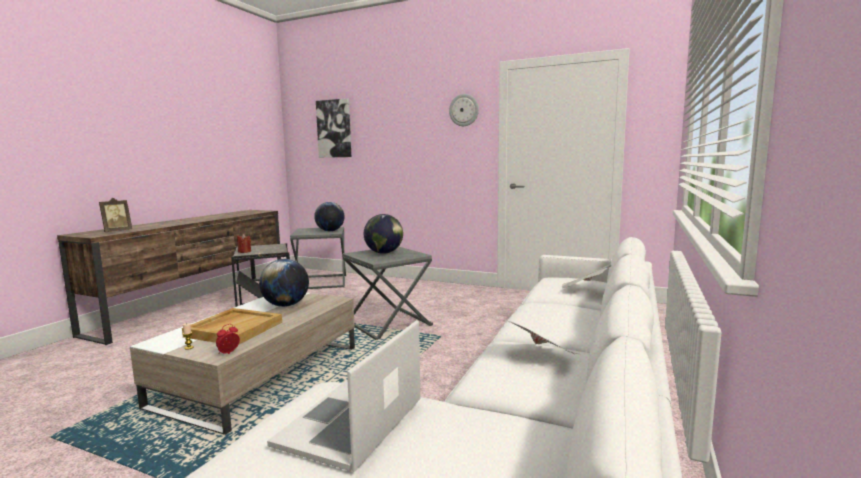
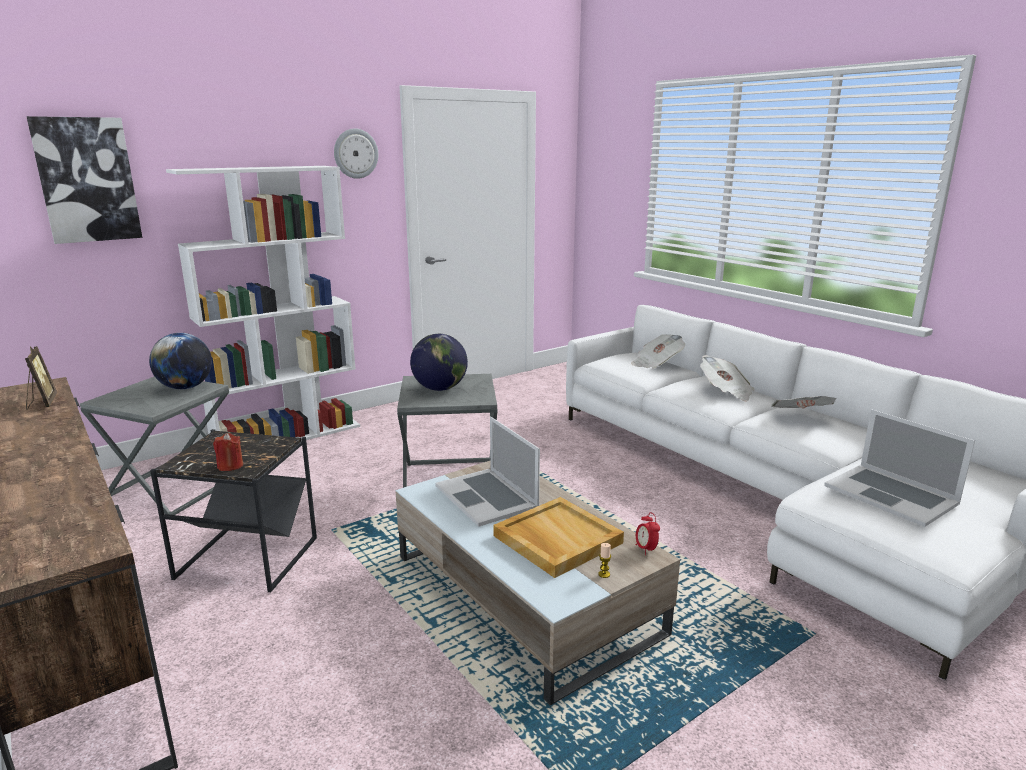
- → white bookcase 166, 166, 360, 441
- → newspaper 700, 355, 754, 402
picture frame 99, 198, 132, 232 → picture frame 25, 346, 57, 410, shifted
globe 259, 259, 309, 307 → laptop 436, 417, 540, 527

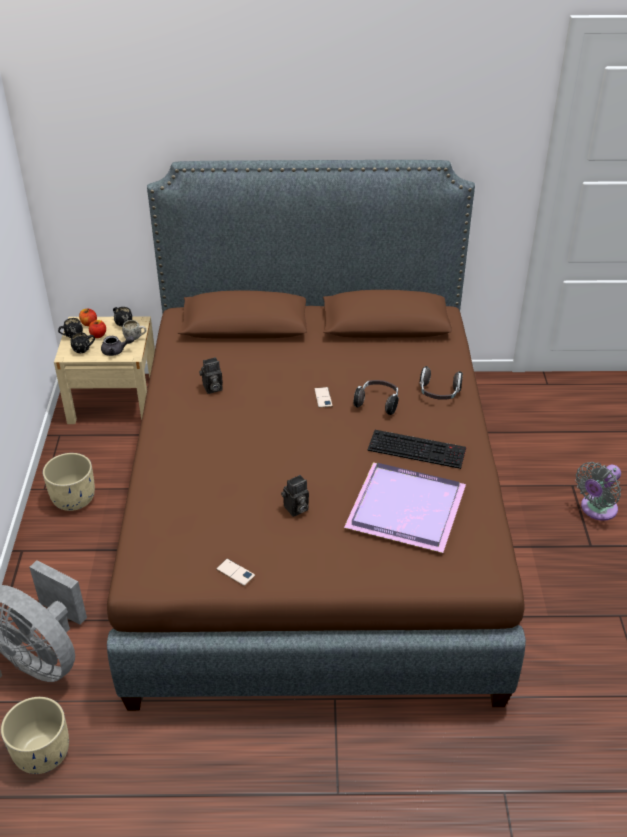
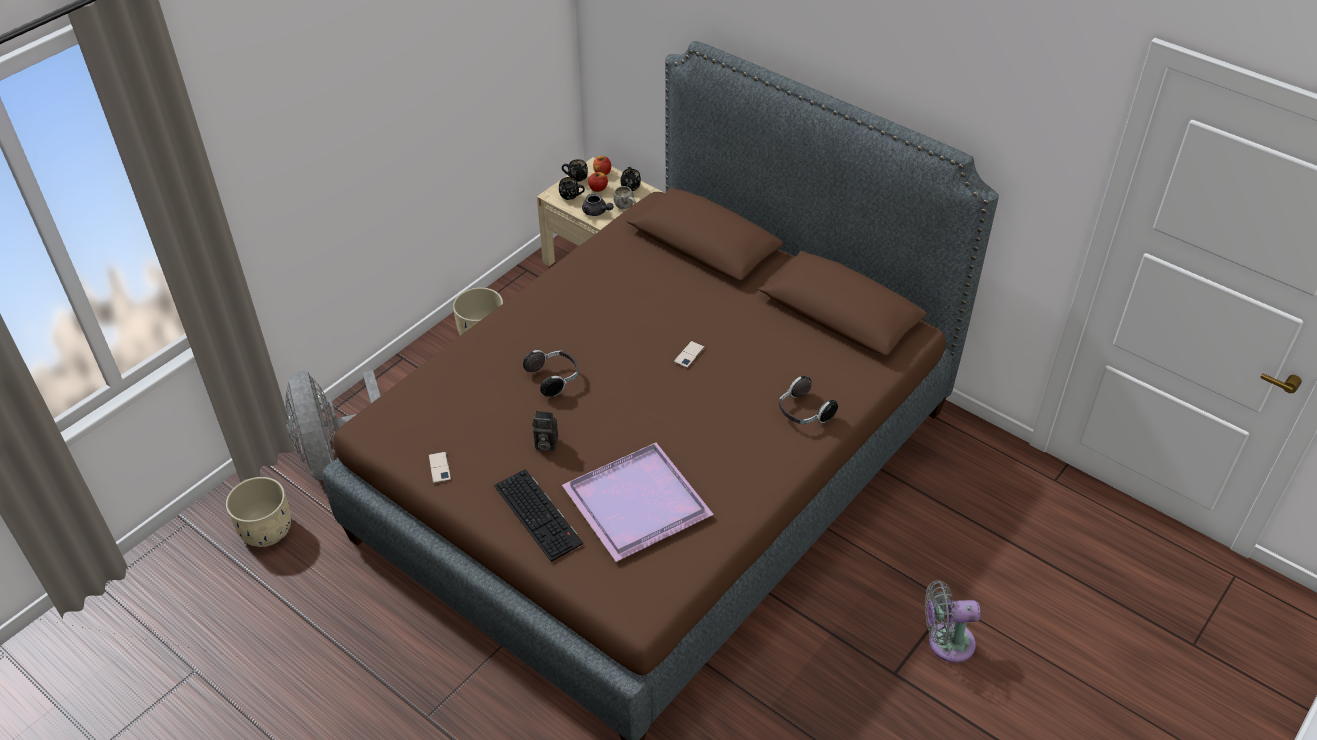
photo camera 199, 357, 223, 394 → -
headphones 354, 380, 399, 415 → headphones 523, 350, 578, 397, shifted
keyboard 368, 430, 466, 469 → keyboard 494, 469, 583, 562, shifted

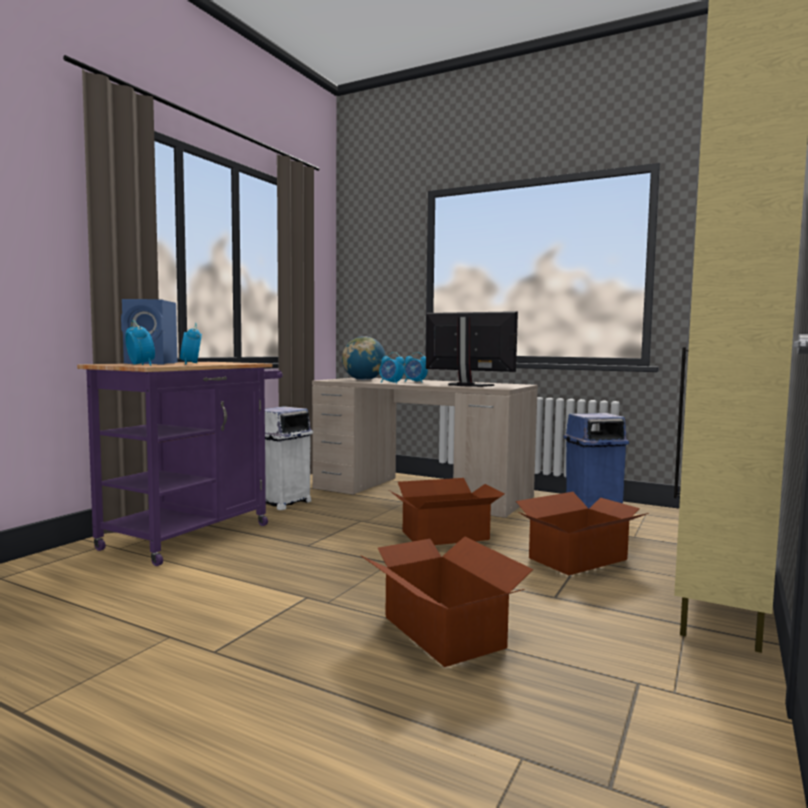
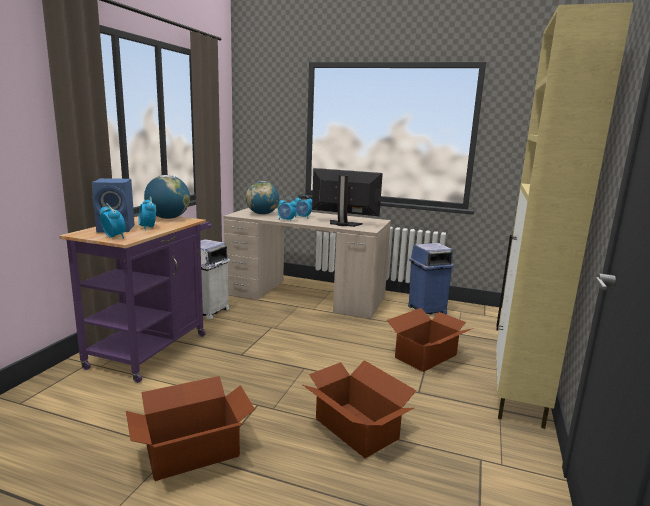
- → globe 144, 175, 190, 219
cardboard box 389, 478, 504, 545 → cardboard box 126, 376, 255, 481, shifted

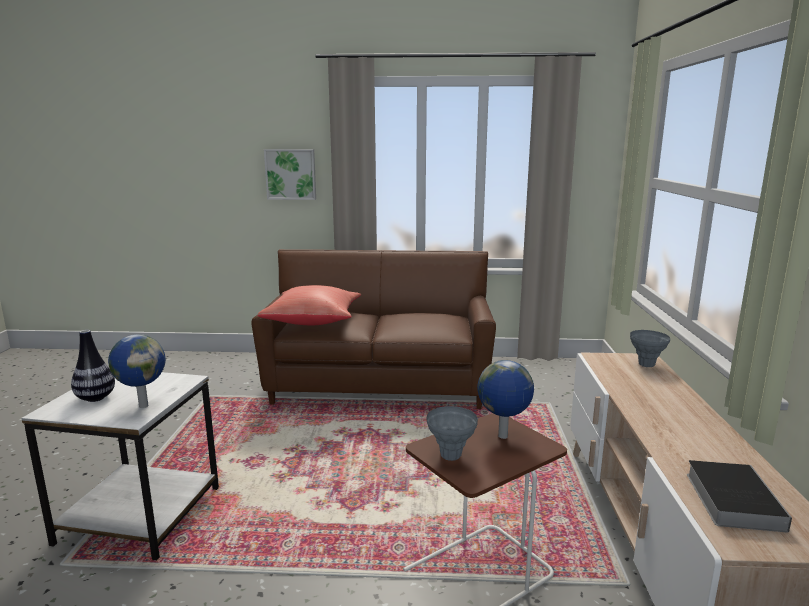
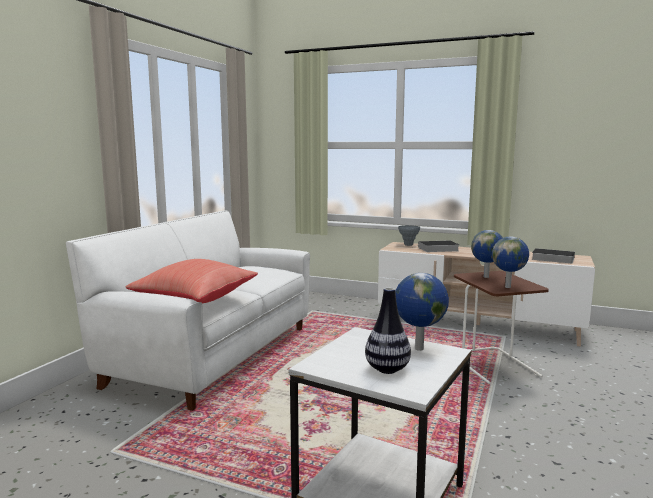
picture 264, 149, 316, 200 → -
- → book 418, 240, 459, 252
grey vase 427, 406, 478, 461 → globe 492, 236, 529, 288
brown sofa 251, 249, 496, 409 → white sofa 66, 210, 310, 411

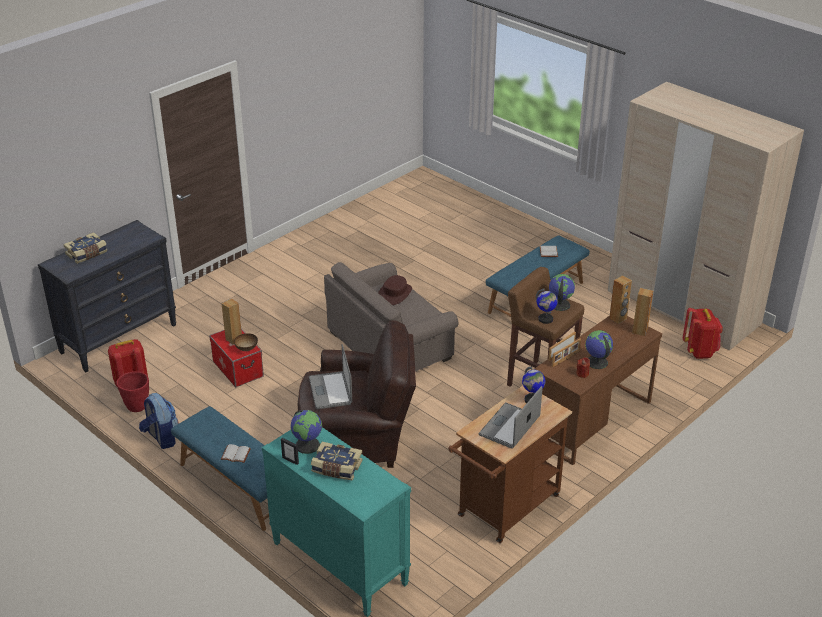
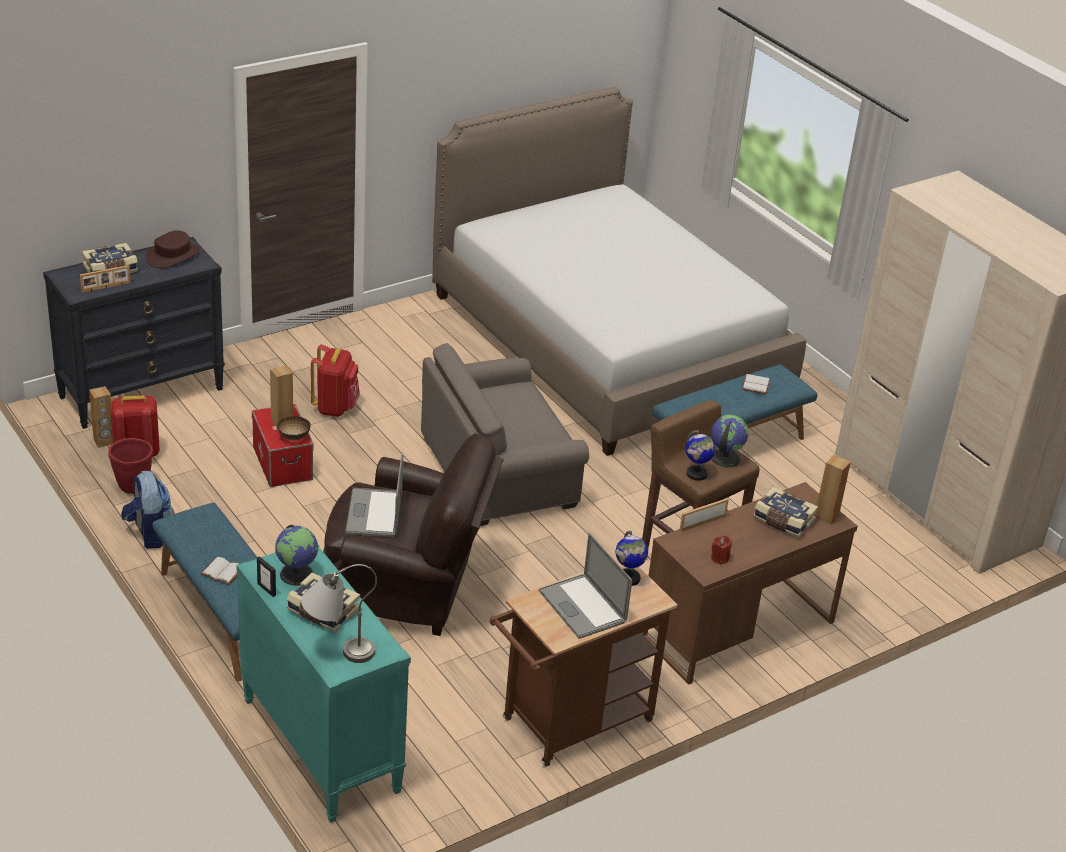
globe 585, 330, 613, 369 → -
- → grey table lamp 301, 564, 377, 663
- → bed 432, 87, 806, 456
- → book 753, 487, 818, 538
brown hat 378, 275, 412, 305 → brown hat 145, 230, 200, 268, shifted
picture frame 552, 338, 581, 367 → picture frame 80, 265, 131, 293, shifted
brown speaker 609, 275, 632, 324 → brown speaker 89, 386, 113, 448, shifted
red backpack 683, 308, 723, 359 → red backpack 311, 344, 360, 417, shifted
laptop 478, 386, 543, 449 → laptop 539, 533, 632, 639, 75 degrees counterclockwise

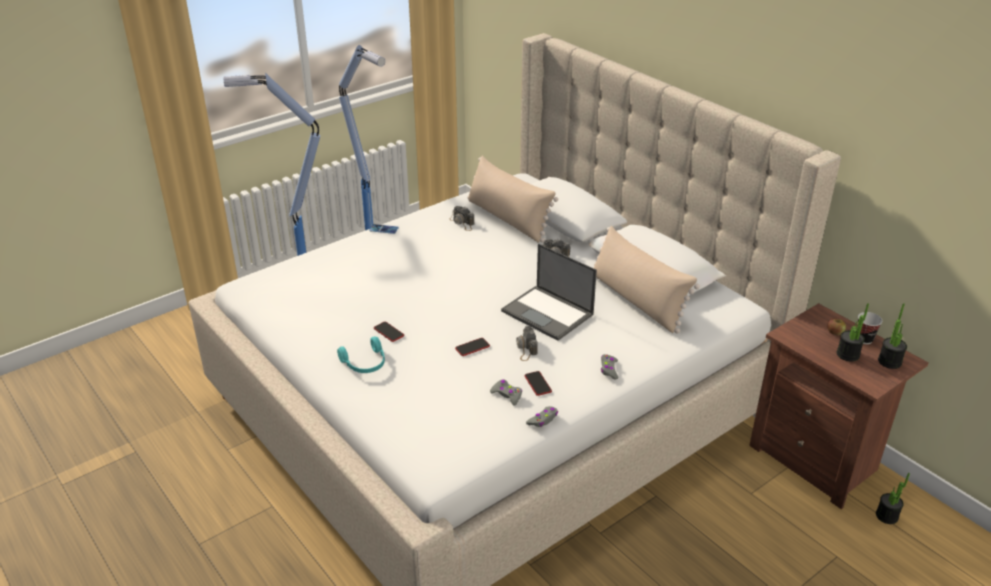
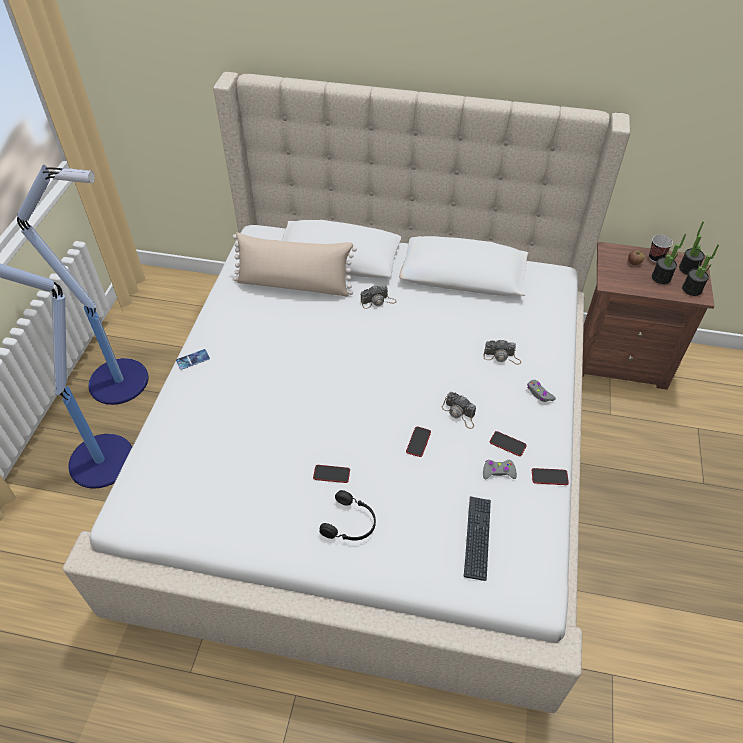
laptop 501, 244, 597, 341 → -
beige pillow 594, 226, 700, 333 → -
- → keyboard 464, 496, 491, 581
photo camera 450, 206, 474, 231 → photo camera 484, 339, 521, 365, shifted
potted plant 876, 473, 910, 524 → potted plant 682, 244, 719, 296, shifted
grey game controller 526, 406, 558, 427 → phone 532, 468, 569, 485
turquoise headphones 337, 337, 385, 373 → black headphones 320, 490, 376, 540

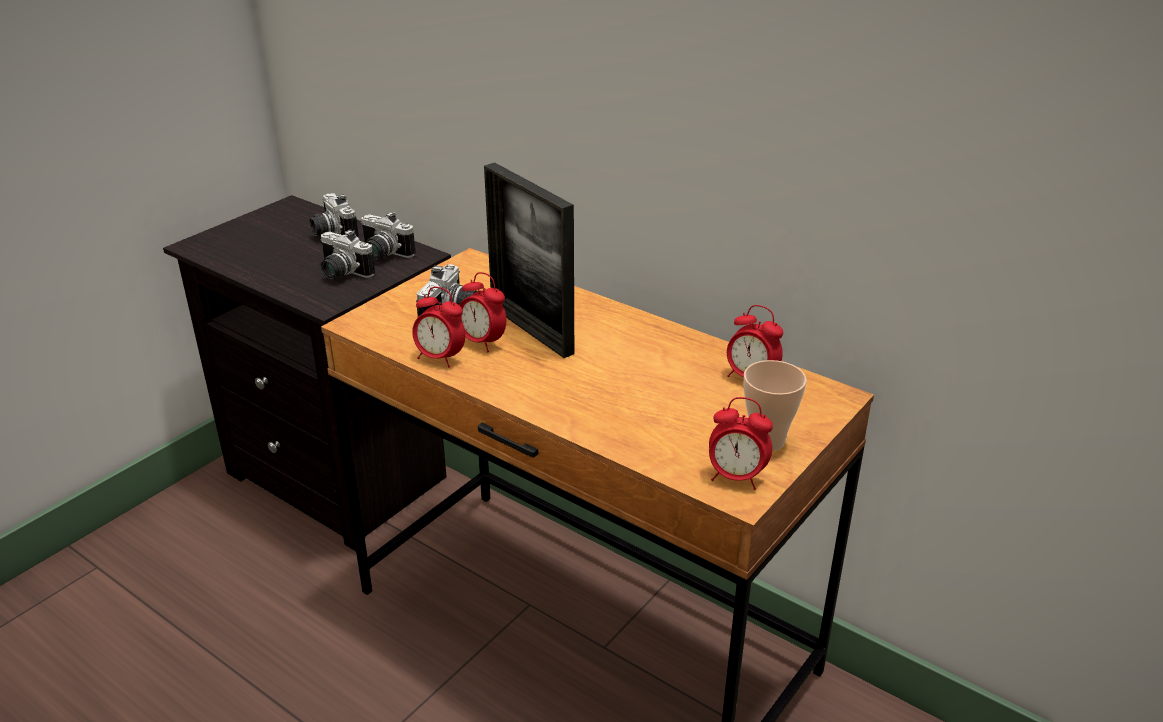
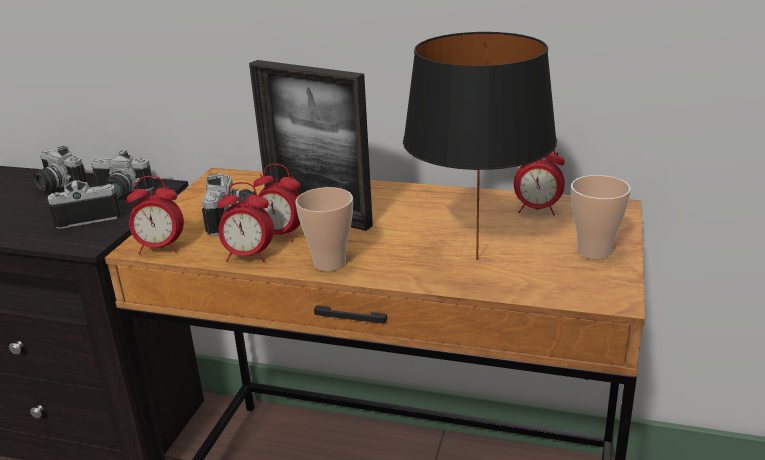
- → cup 296, 187, 353, 271
- → black table lamp 403, 32, 557, 260
alarm clock 709, 397, 773, 490 → alarm clock 127, 176, 184, 254, shifted
photo camera 320, 229, 375, 279 → photo camera 48, 180, 121, 229, 150 degrees clockwise

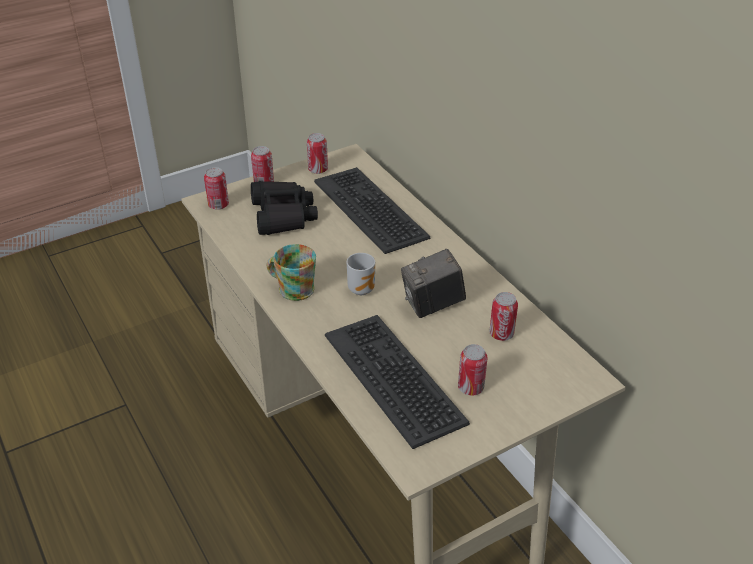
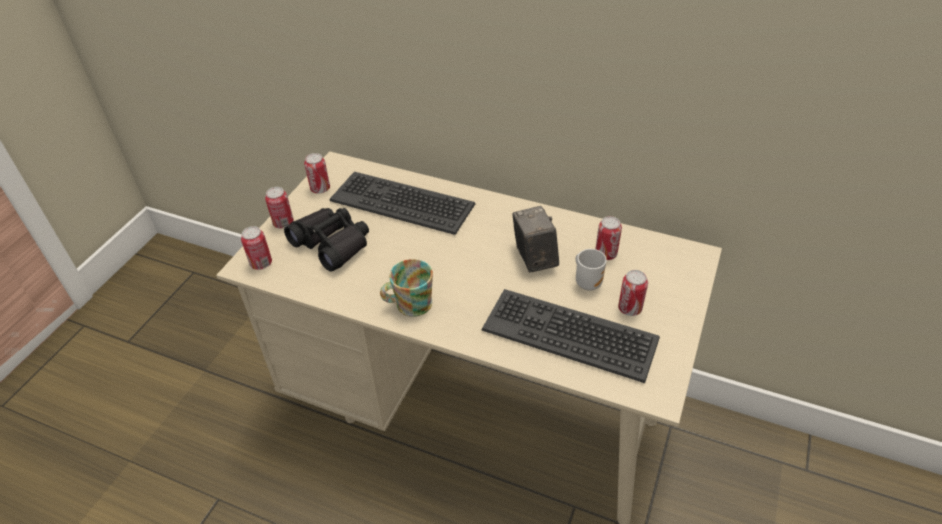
mug 347, 253, 375, 295 → mug 575, 249, 607, 291, shifted
photo camera 401, 249, 466, 318 → photo camera 512, 206, 559, 272, 135 degrees clockwise

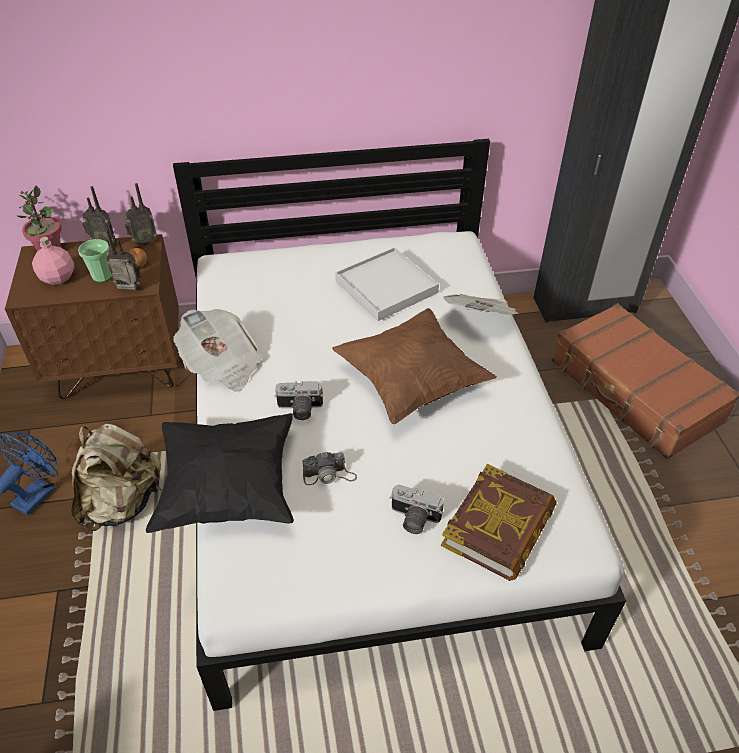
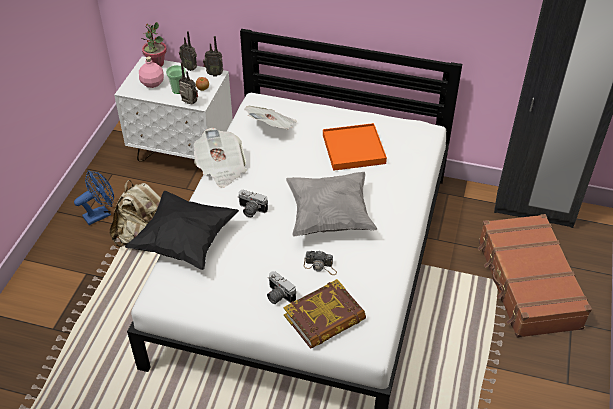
photo camera 303, 452, 357, 485 → photo camera 304, 251, 337, 275, shifted
newspaper 443, 294, 519, 315 → newspaper 244, 106, 297, 130, shifted
brown nightstand 5, 234, 179, 399 → white nightstand 114, 56, 233, 162
brown pillow 332, 308, 497, 424 → grey pillow 286, 172, 377, 236
white tray 335, 247, 439, 321 → orange tray 323, 123, 387, 171

